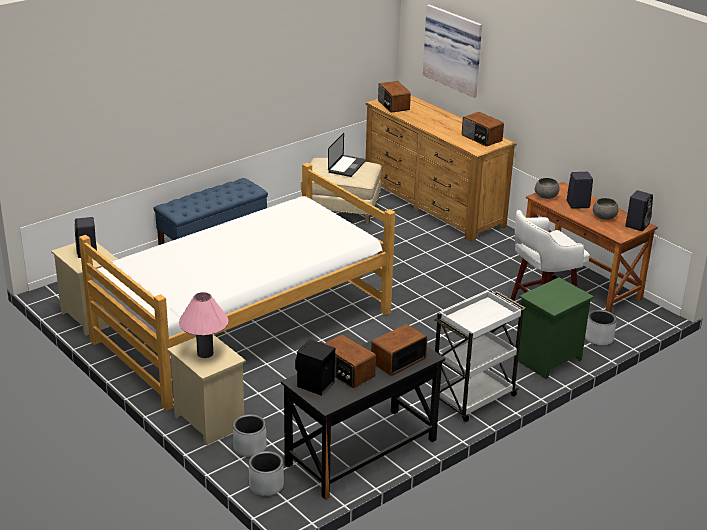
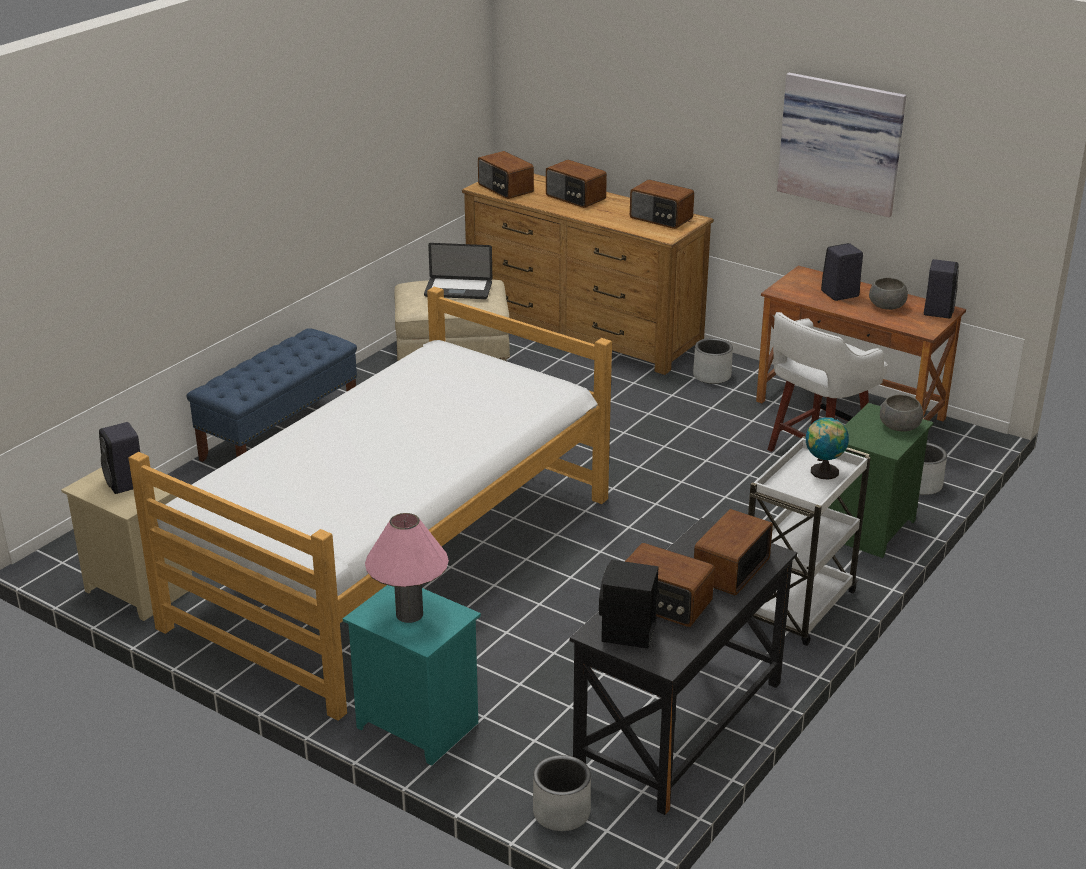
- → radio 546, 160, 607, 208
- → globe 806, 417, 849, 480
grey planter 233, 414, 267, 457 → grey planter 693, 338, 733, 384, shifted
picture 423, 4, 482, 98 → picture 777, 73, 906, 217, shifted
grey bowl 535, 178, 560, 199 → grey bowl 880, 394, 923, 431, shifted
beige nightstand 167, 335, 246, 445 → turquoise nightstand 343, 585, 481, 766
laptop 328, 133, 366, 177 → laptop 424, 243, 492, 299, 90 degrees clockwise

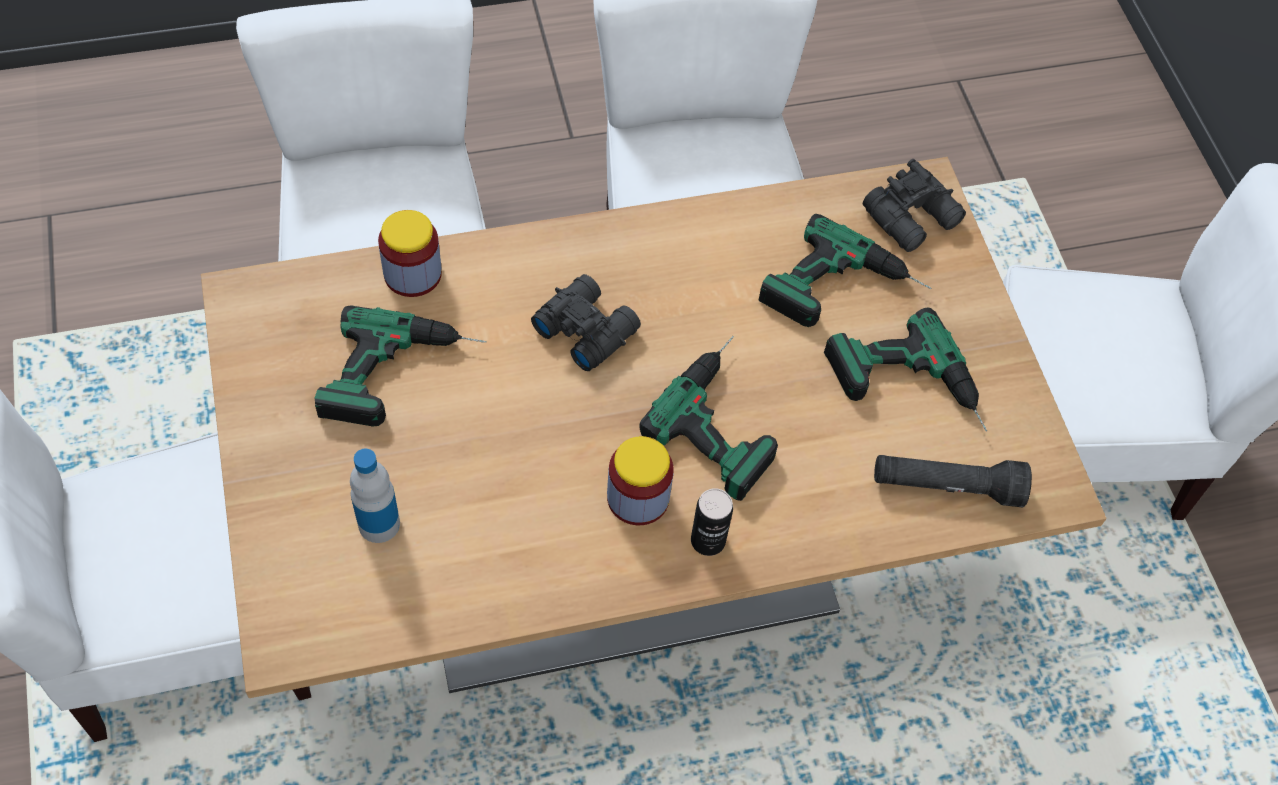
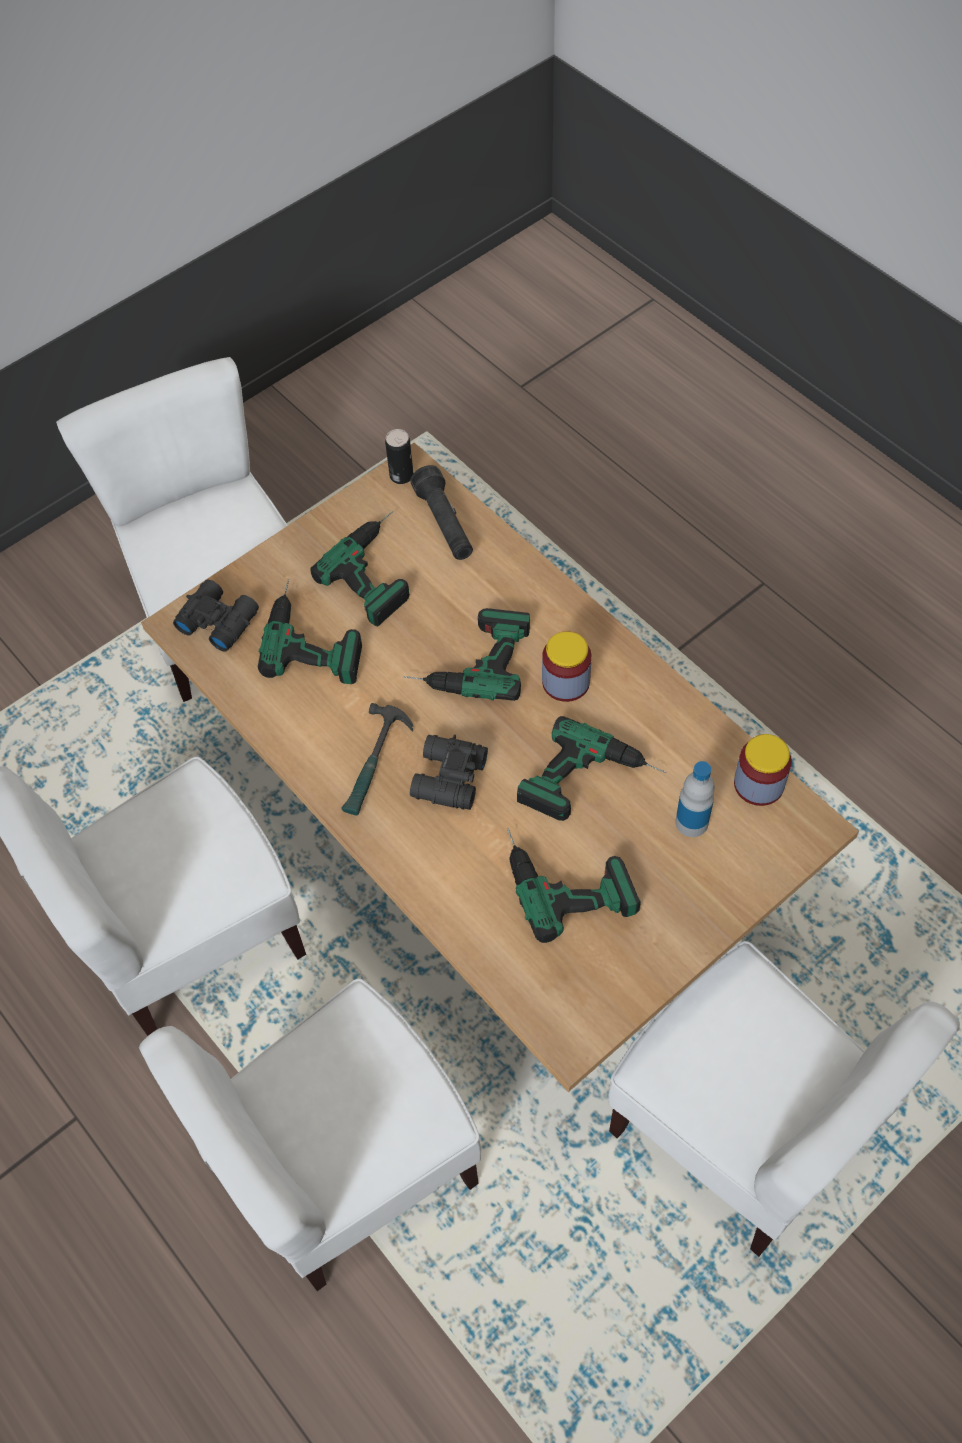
- → hammer 341, 703, 413, 816
- → power drill 517, 716, 666, 821
jar 378, 210, 442, 297 → jar 734, 734, 792, 806, shifted
can 691, 488, 733, 556 → can 385, 429, 414, 484, shifted

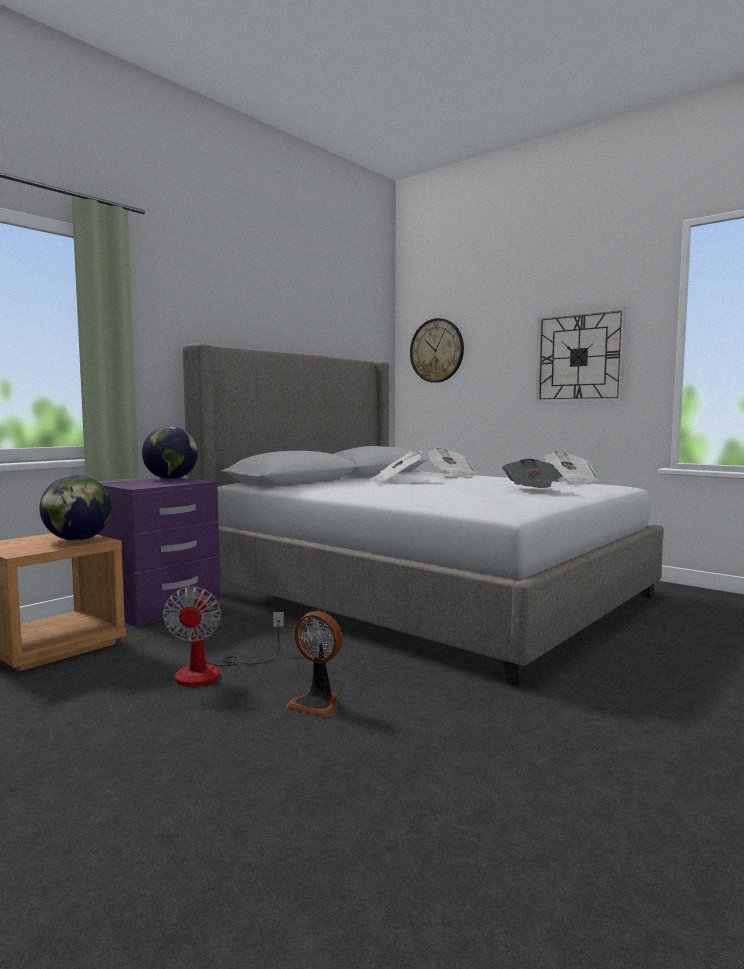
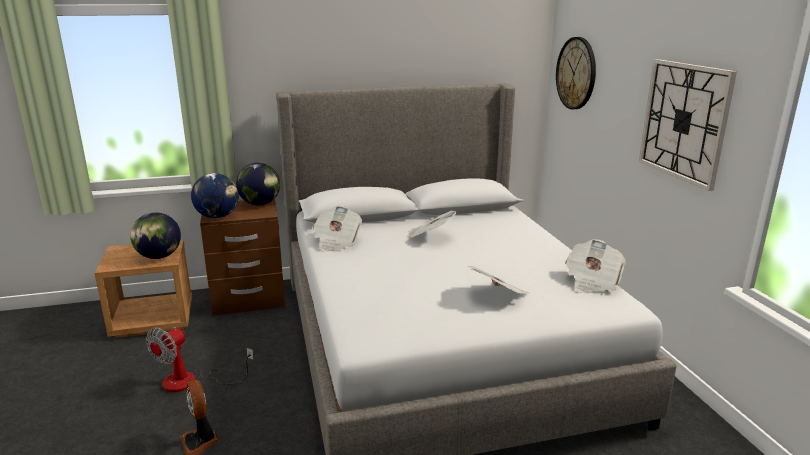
- → globe 191, 173, 238, 219
newspaper 428, 447, 475, 478 → newspaper 313, 206, 362, 252, shifted
purple nightstand 97, 478, 220, 627 → brown nightstand 200, 199, 285, 316

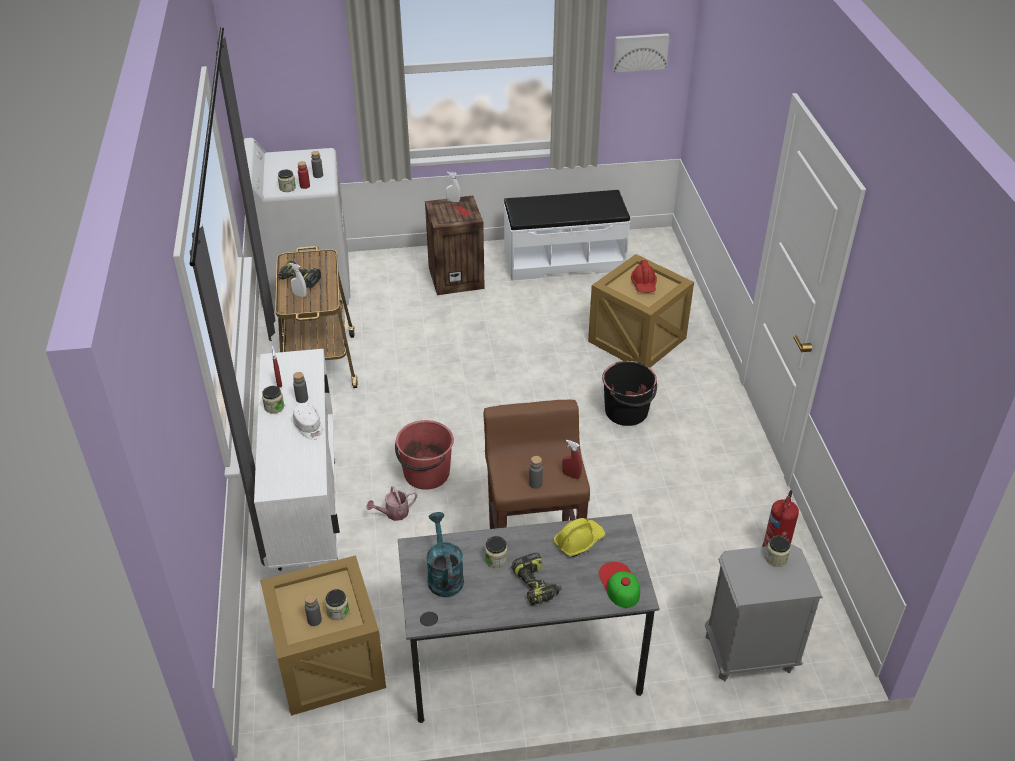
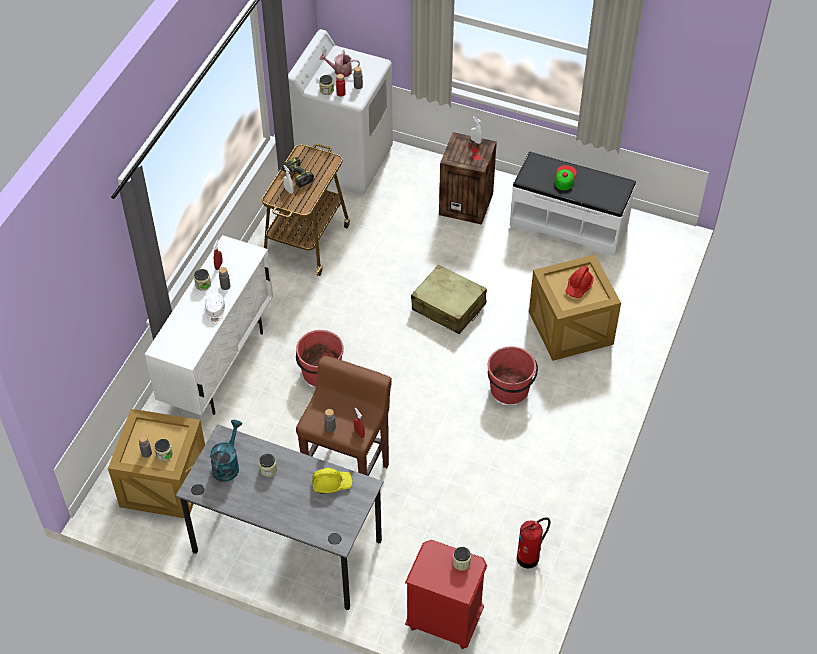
power drill 512, 552, 562, 606 → -
picture 613, 33, 669, 72 → -
- → beige suitcase 411, 265, 487, 334
watering can 367, 486, 417, 521 → watering can 320, 50, 360, 77, shifted
cap 599, 562, 640, 608 → cap 554, 165, 577, 191, shifted
black bucket 602, 361, 657, 426 → red bucket 487, 346, 538, 404
grey nightstand 705, 544, 823, 681 → red nightstand 405, 540, 487, 649

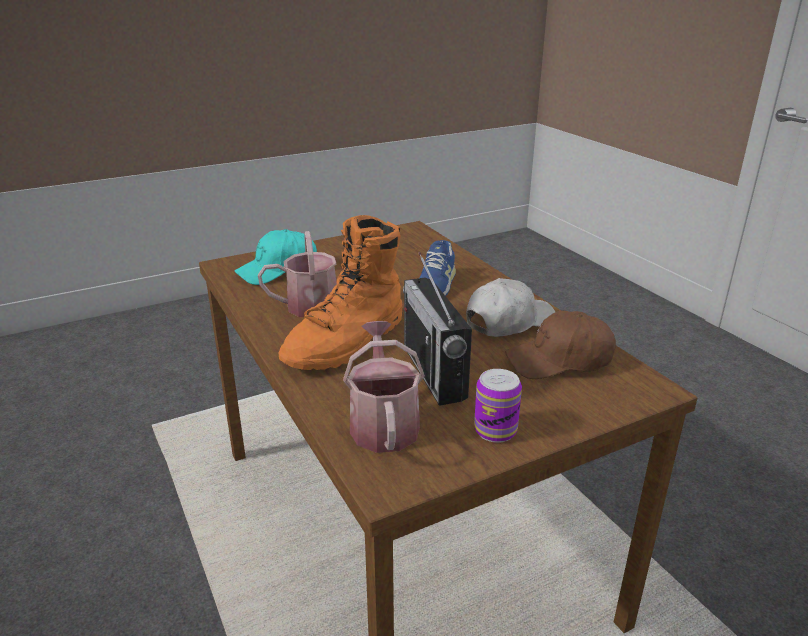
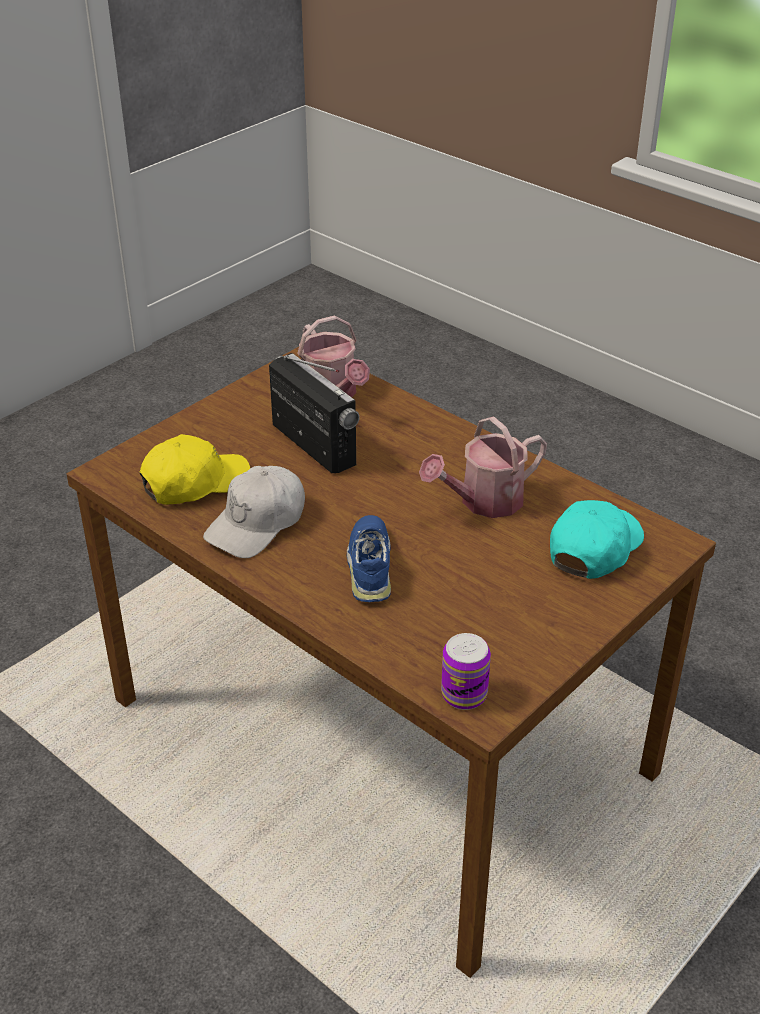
orange boot 278, 215, 403, 370 → -
can 474, 369, 522, 443 → can 441, 633, 491, 710, shifted
brown cap 505, 310, 616, 379 → yellow cap 139, 434, 250, 505

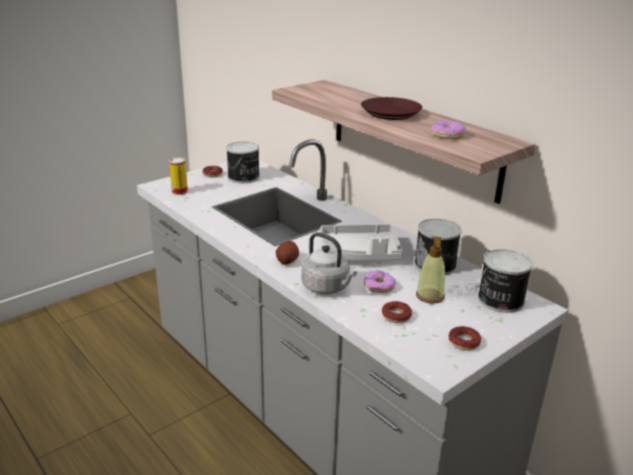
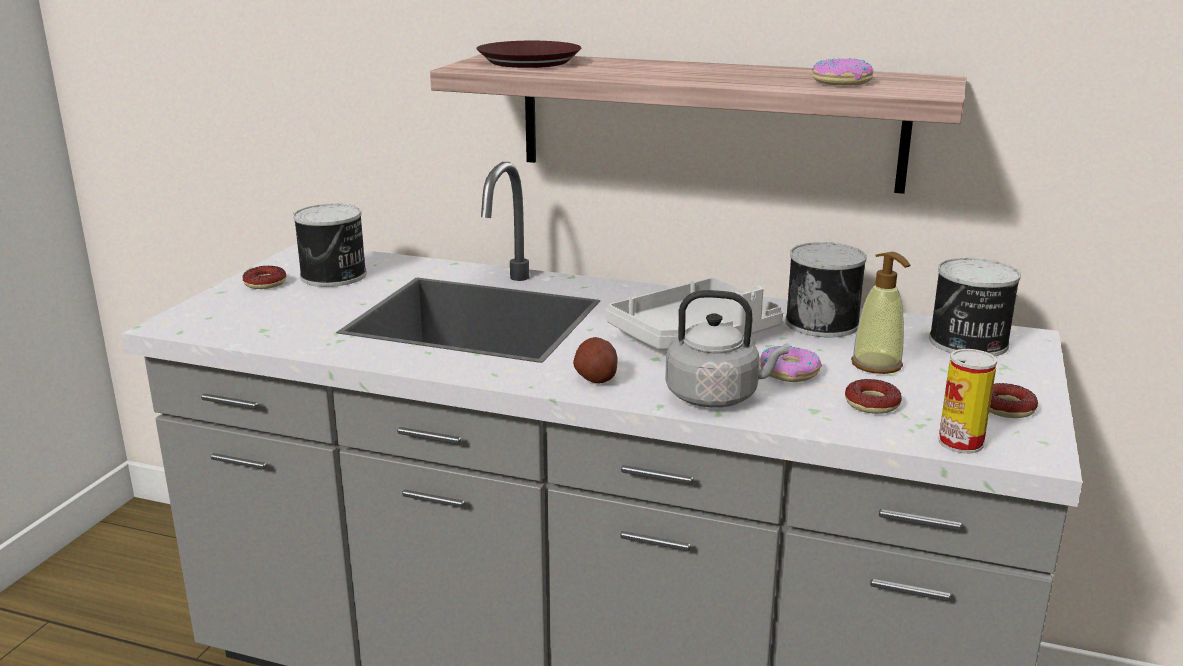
can 169, 157, 188, 195 → can 939, 349, 997, 454, shifted
brown plate 361, 97, 422, 120 → brown plate 476, 41, 581, 68, shifted

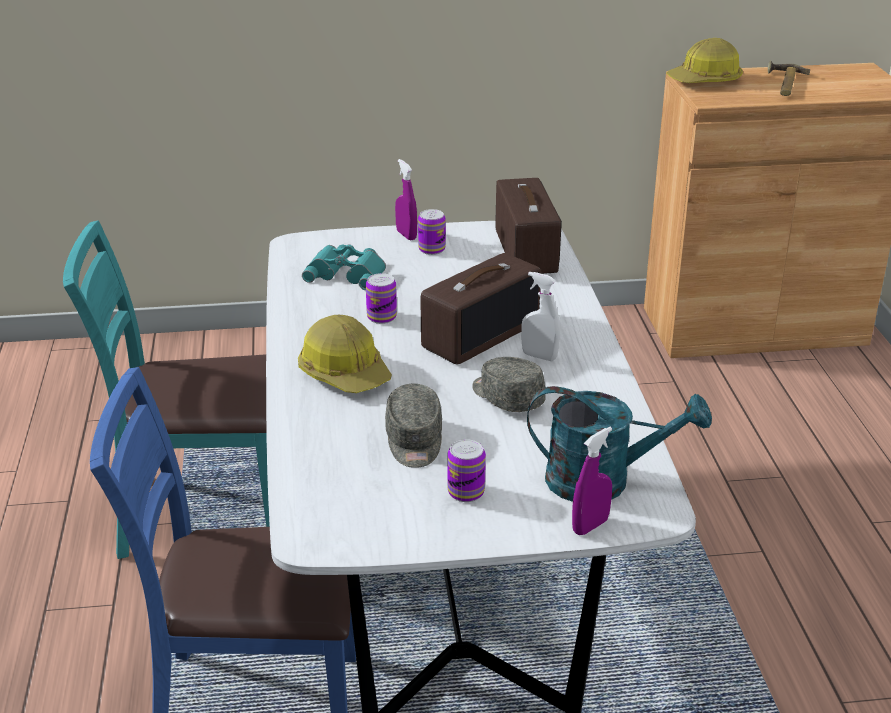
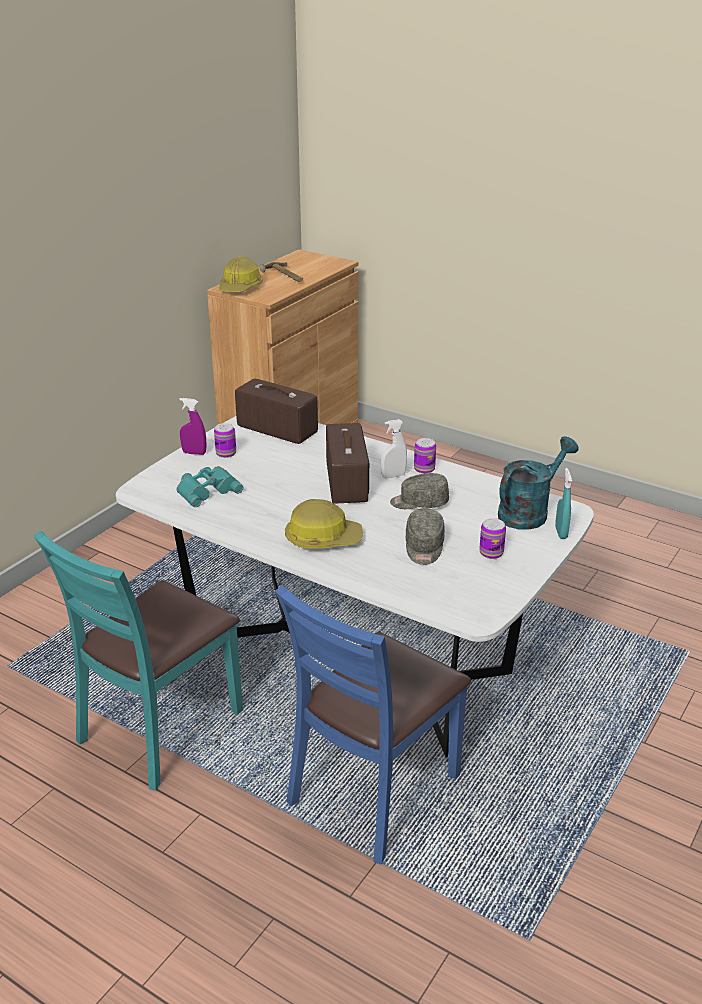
can 366, 273, 397, 324 → can 414, 438, 436, 474, shifted
purple spray bottle 572, 427, 612, 535 → turquoise spray bottle 555, 468, 572, 539
grey cap 385, 384, 442, 468 → grey cap 406, 508, 445, 565, 60 degrees clockwise

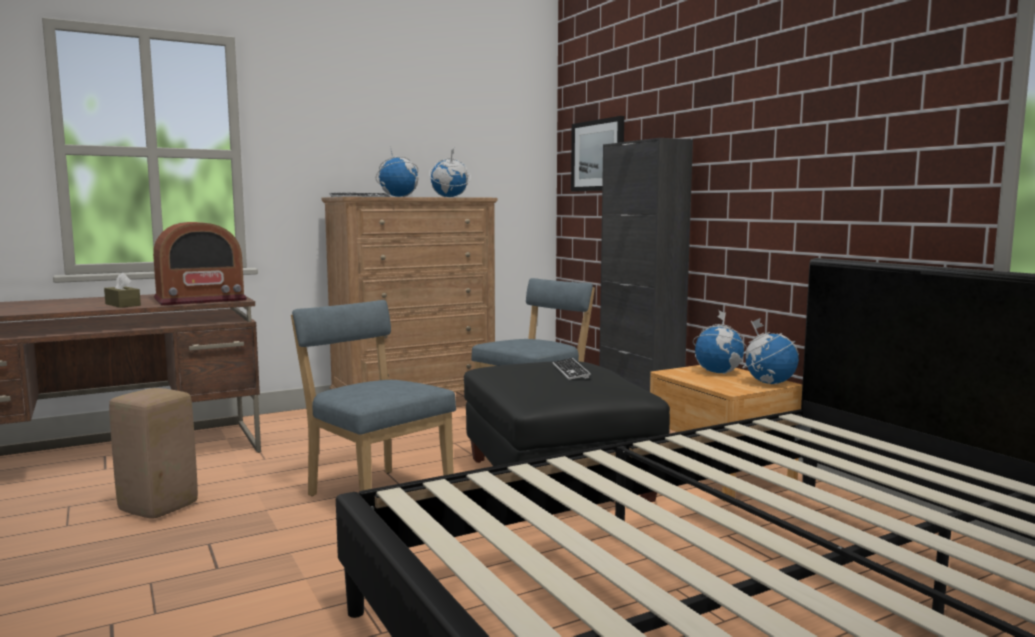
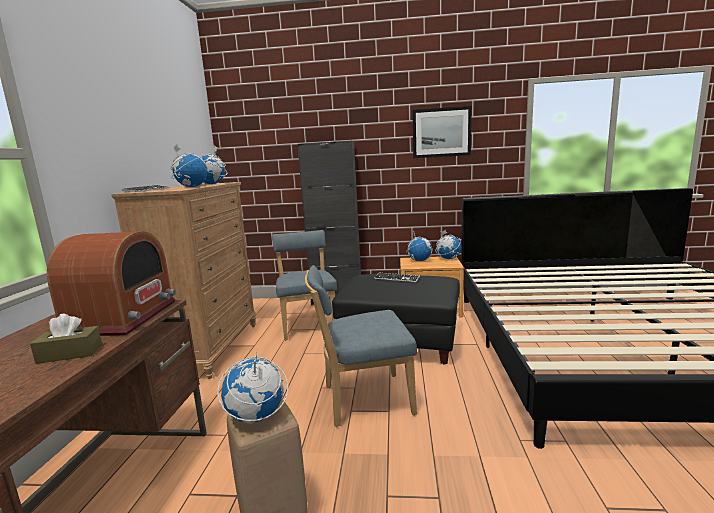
- → globe 217, 352, 288, 424
picture 571, 116, 624, 191 → picture 412, 106, 472, 158, shifted

